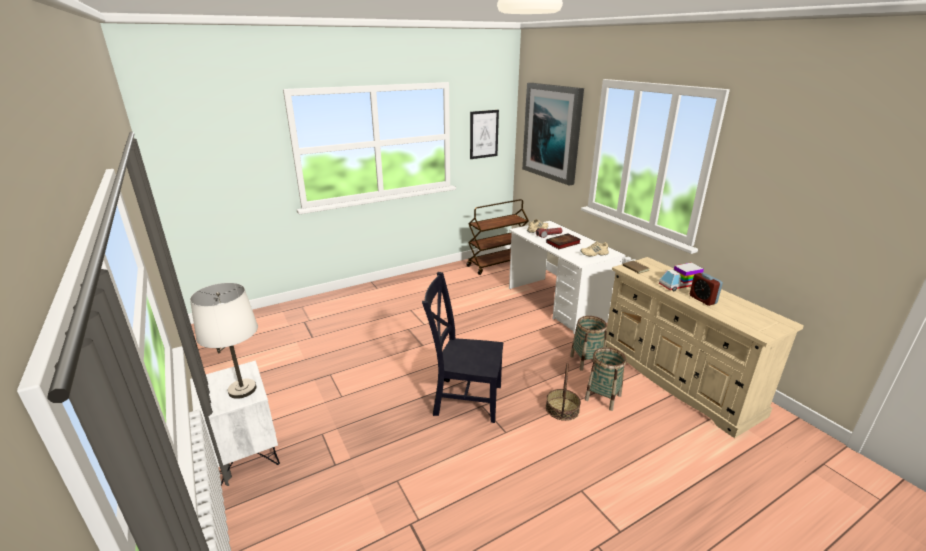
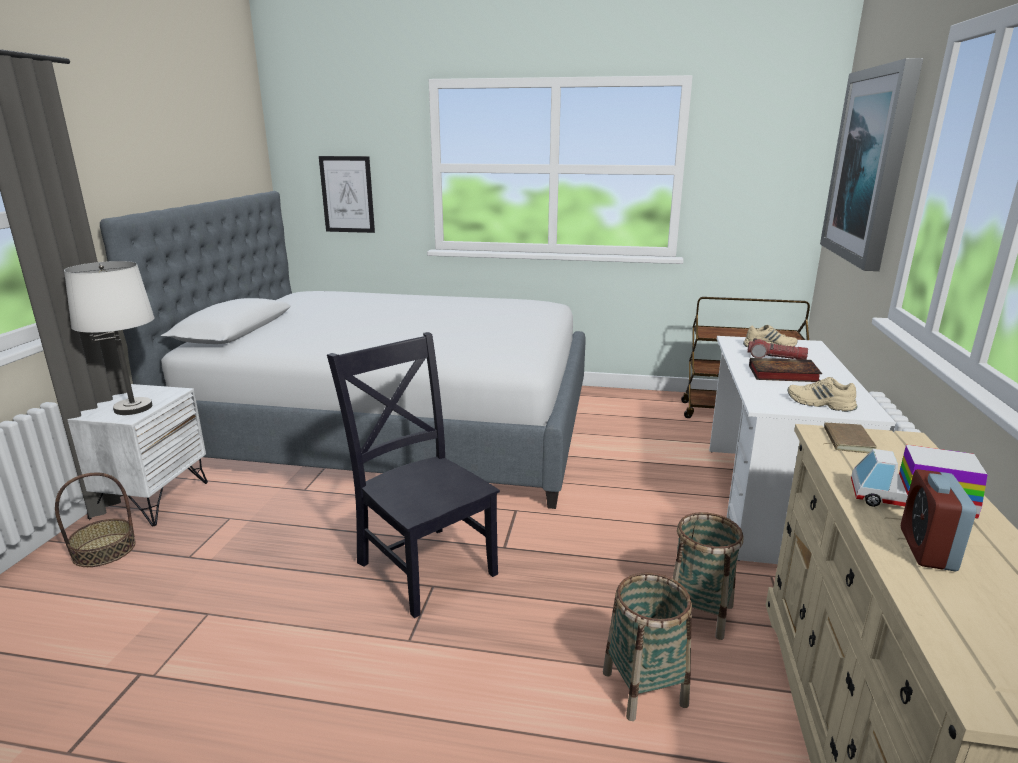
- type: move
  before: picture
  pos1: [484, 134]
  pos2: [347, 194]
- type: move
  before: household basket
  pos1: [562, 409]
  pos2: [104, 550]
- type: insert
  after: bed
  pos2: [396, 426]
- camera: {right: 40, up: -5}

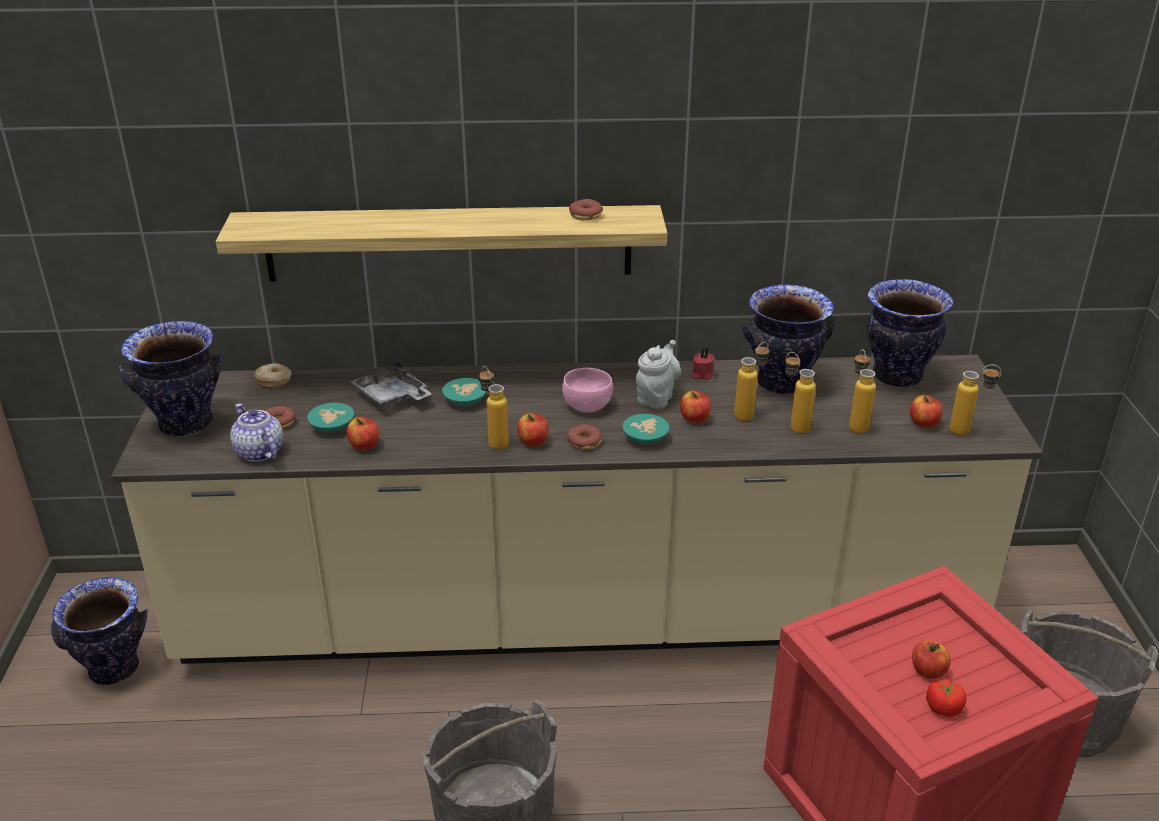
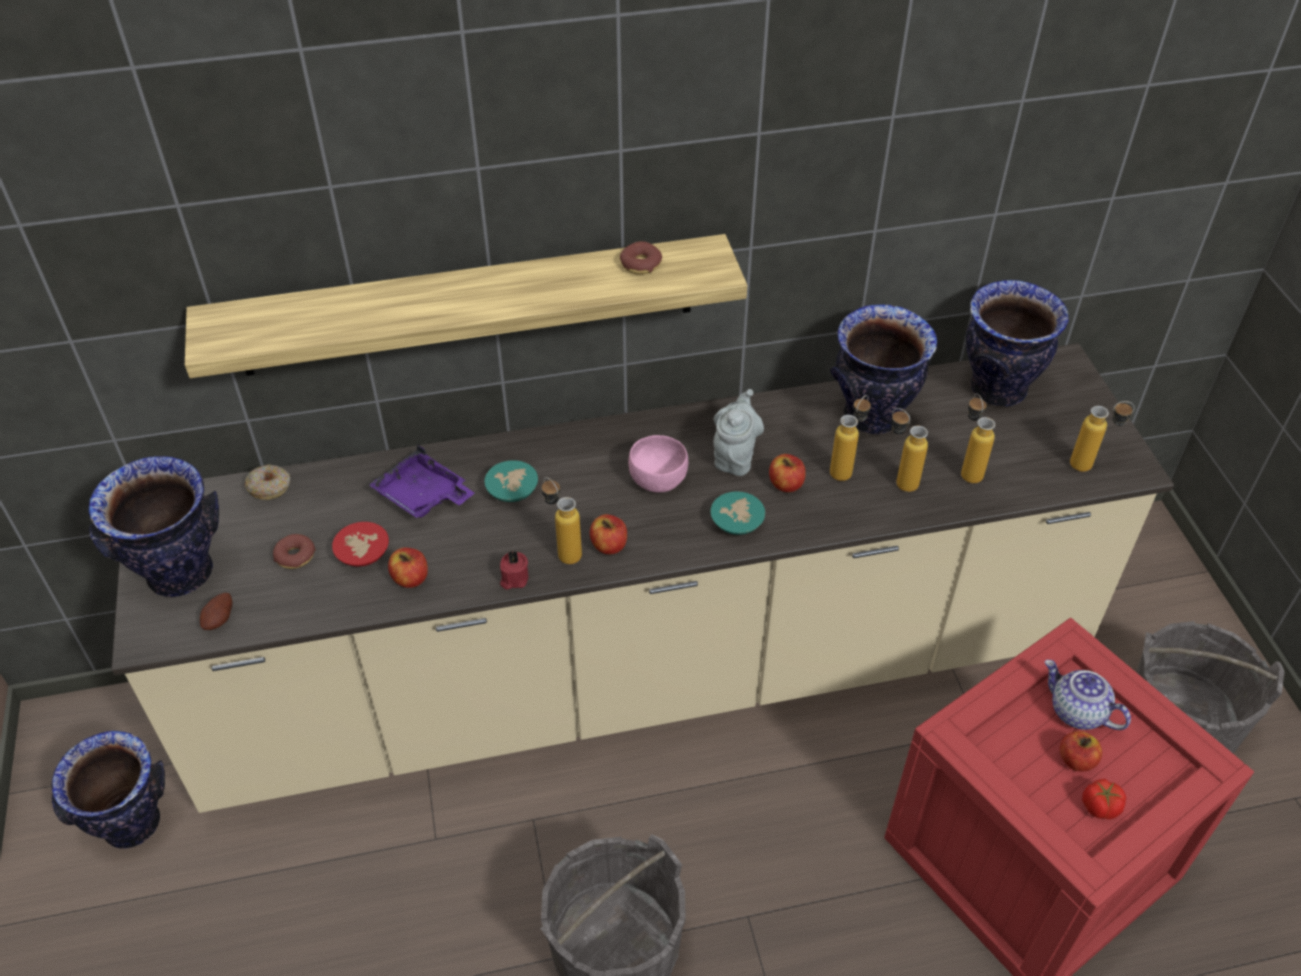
- type: move
  before: reddish candle
  pos1: [701, 375]
  pos2: [514, 578]
- type: recolor
  before: greyish tray
  after: purple-coloured tray
  pos1: [392, 397]
  pos2: [423, 496]
- type: delete
  before: apple
  pos1: [923, 423]
- type: move
  before: teapot
  pos1: [258, 452]
  pos2: [1076, 712]
- type: recolor
  before: blue-green serving bowl
  after: reddish serving bowl
  pos1: [332, 427]
  pos2: [363, 555]
- type: delete
  before: donut
  pos1: [584, 442]
- type: insert
  after: whole potato
  pos2: [220, 619]
- camera: {right: -10, up: 15}

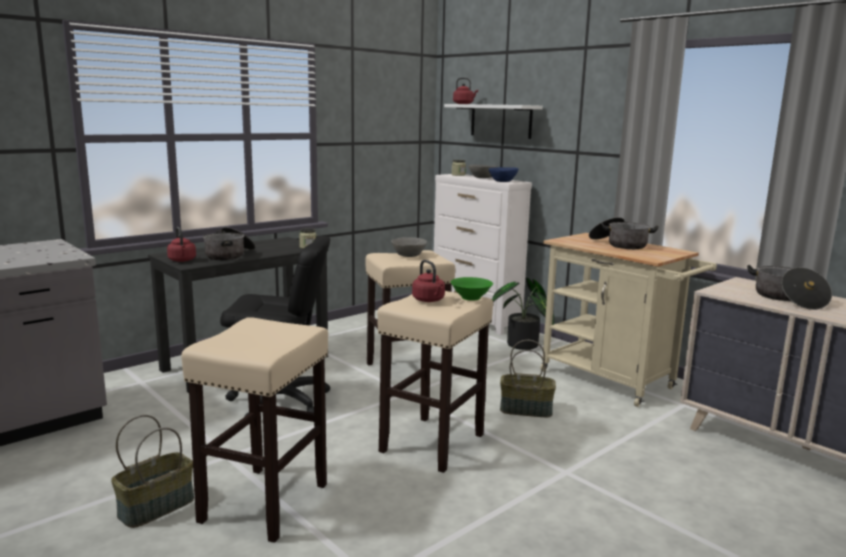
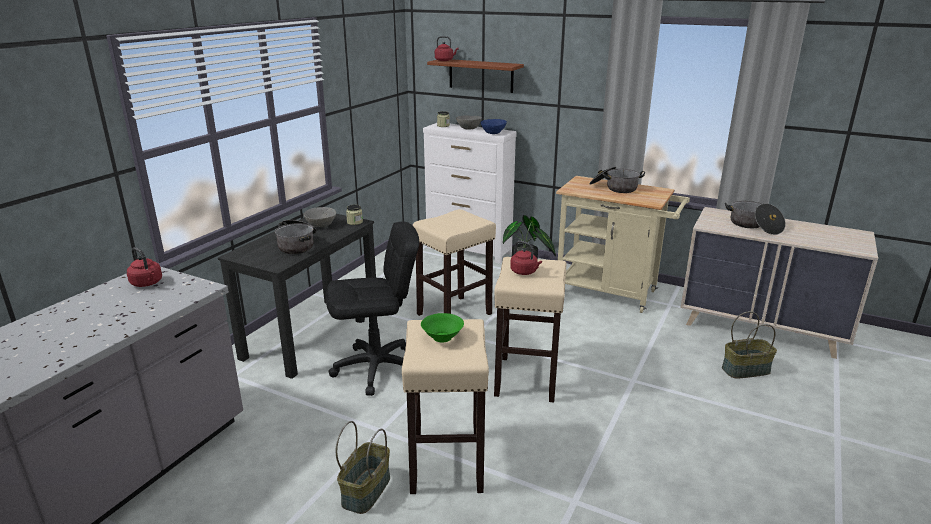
- type: recolor
  before: whitish bracket shelf
  after: brown bracket shelf
  pos1: [501, 121]
  pos2: [481, 75]
- type: move
  before: reddish kettle
  pos1: [182, 260]
  pos2: [147, 283]
- type: move
  before: greyish serving bowl
  pos1: [408, 255]
  pos2: [320, 225]
- type: move
  before: green serving bowl
  pos1: [471, 298]
  pos2: [443, 337]
- type: move
  before: household basket
  pos1: [526, 409]
  pos2: [745, 370]
- camera: {right: -20, up: 10}

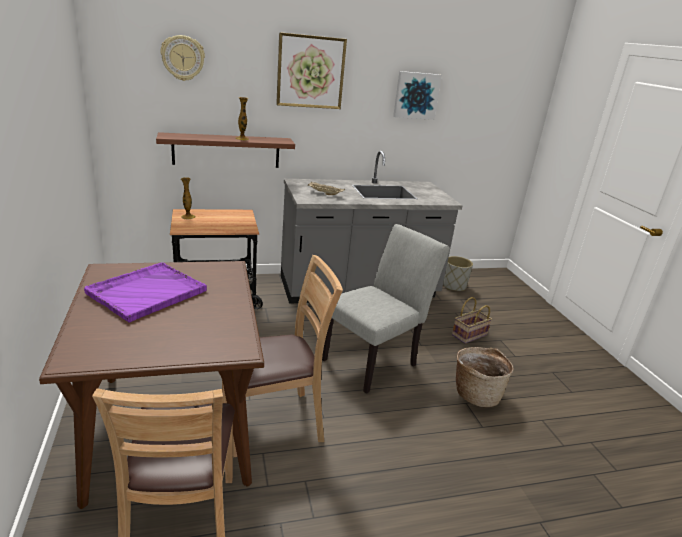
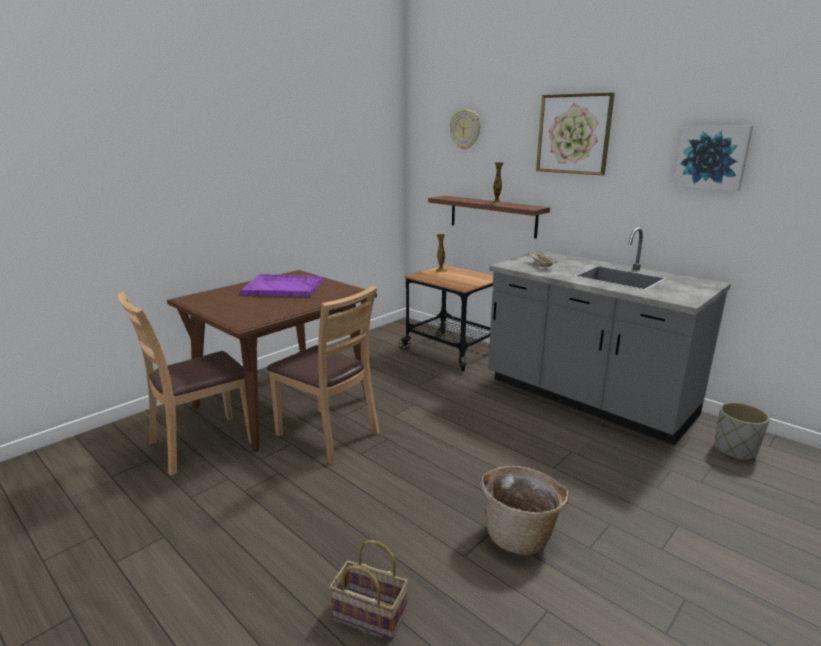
- type: delete
  before: greyish upright chair
  pos1: [375, 360]
- type: move
  before: household basket
  pos1: [469, 335]
  pos2: [367, 614]
- camera: {right: 60, up: -5}

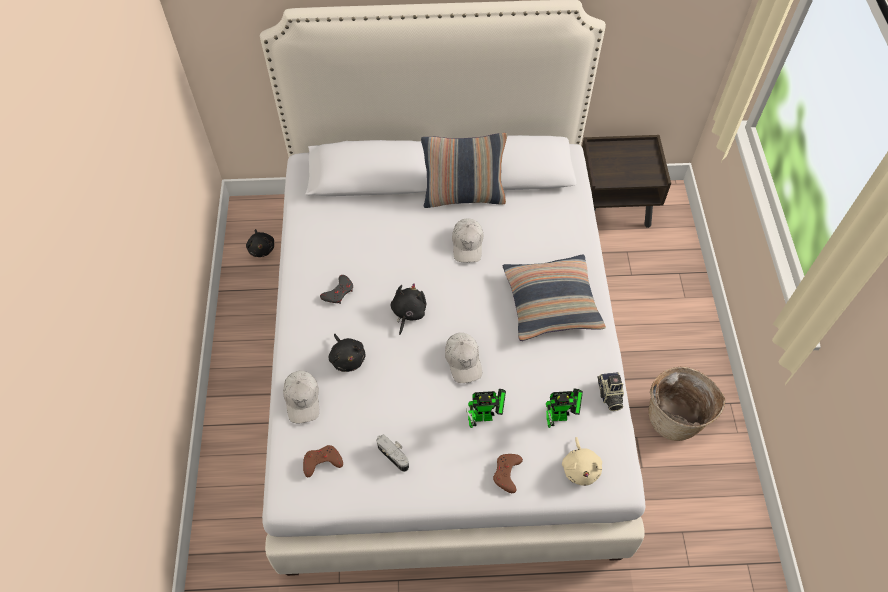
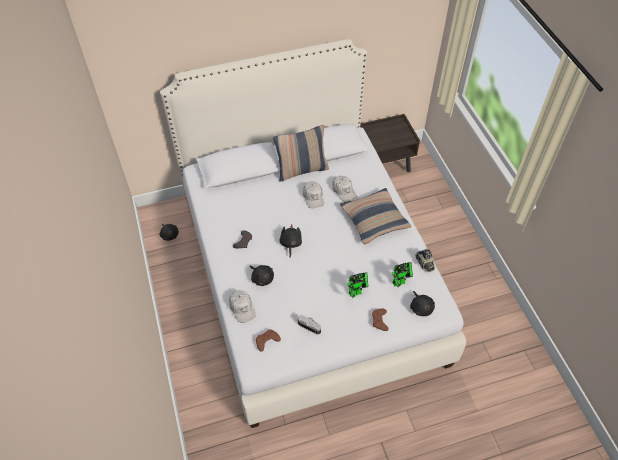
- type: move
  before: whitish cap
  pos1: [463, 360]
  pos2: [344, 191]
- type: delete
  before: household basket
  pos1: [676, 416]
- type: recolor
  before: sand-coloured soft toy
  after: black soft toy
  pos1: [580, 468]
  pos2: [421, 307]
- camera: {right: -15, up: -5}

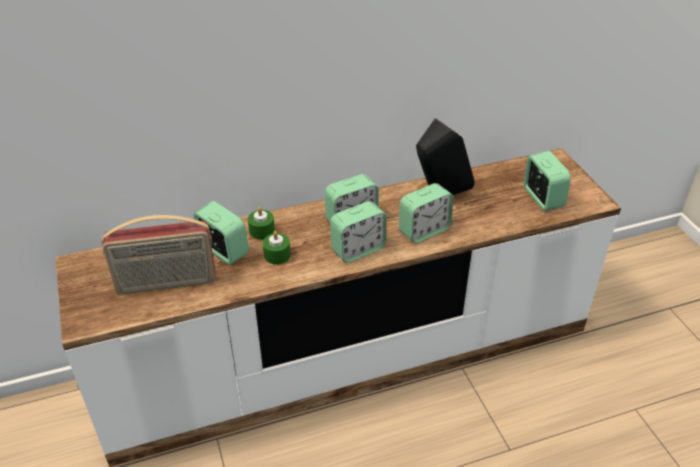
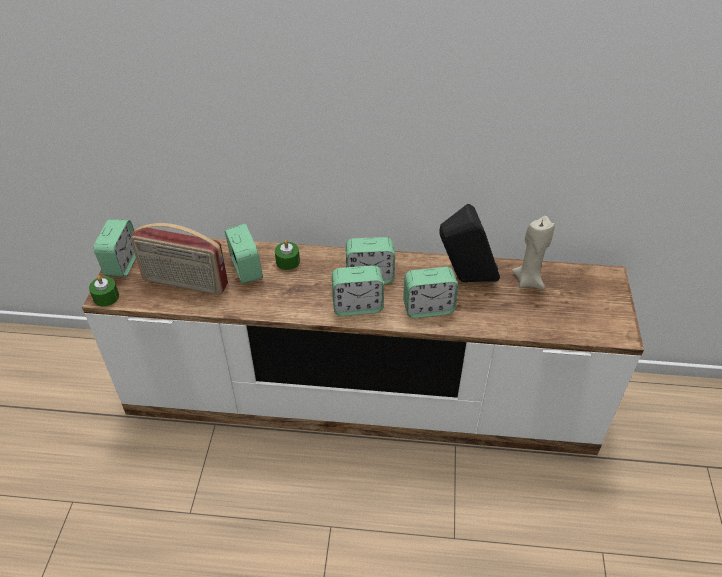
- type: move
  before: alarm clock
  pos1: [542, 198]
  pos2: [122, 263]
- type: move
  before: green candle
  pos1: [277, 255]
  pos2: [106, 297]
- type: insert
  after: sand-coloured candle
  pos2: [528, 280]
- camera: {right: 25, up: 5}

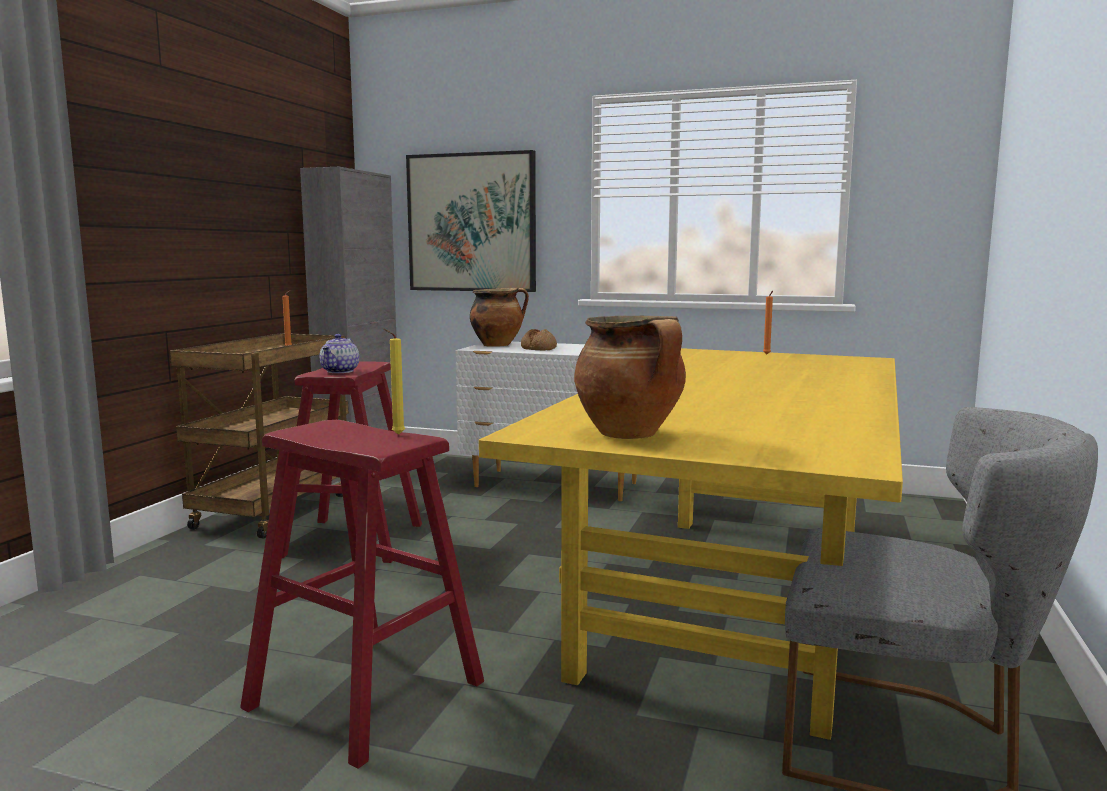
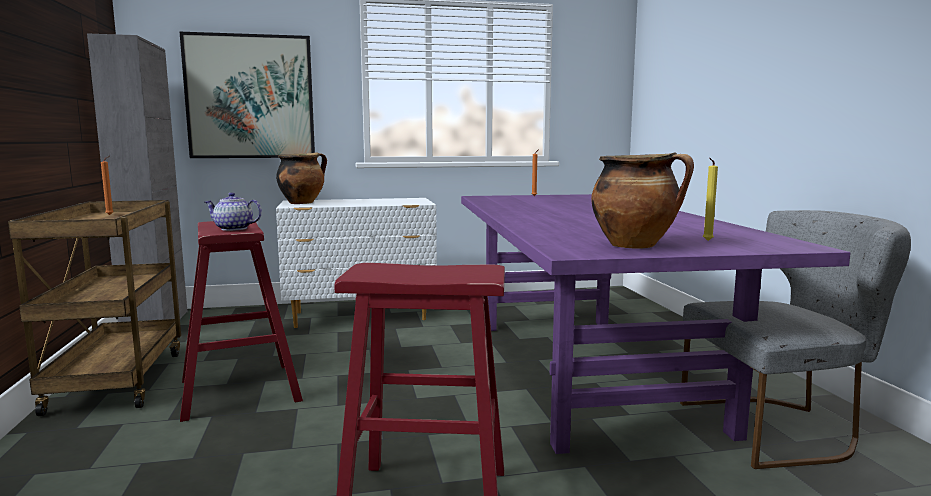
- type: move
  before: yellowish candle
  pos1: [396, 434]
  pos2: [706, 241]
- type: delete
  before: baked bread
  pos1: [539, 348]
- type: rotate
  before: teapot
  pos1: [340, 371]
  pos2: [233, 229]
  turn: 120
- type: recolor
  before: yellowish kitchen table
  after: purple-coloured kitchen table
  pos1: [734, 601]
  pos2: [587, 371]
- camera: {right: -30, up: 0}

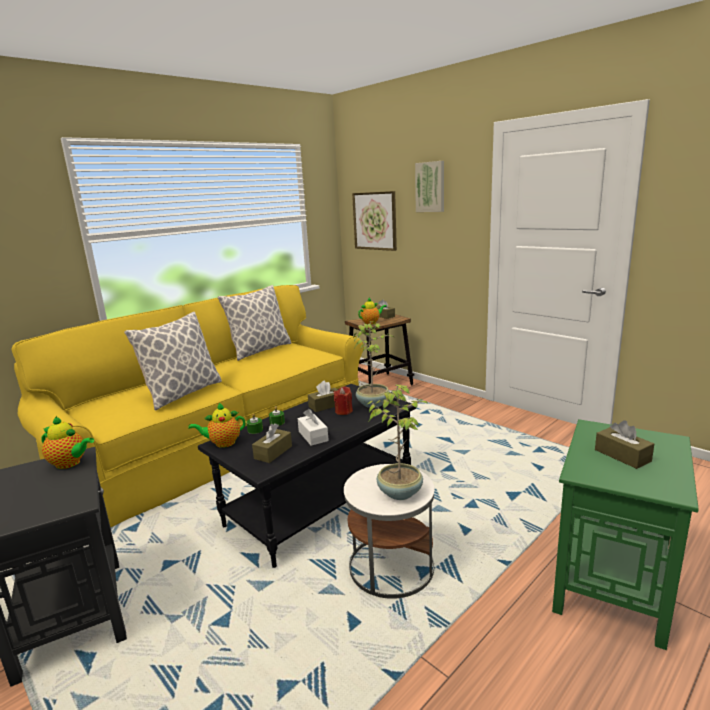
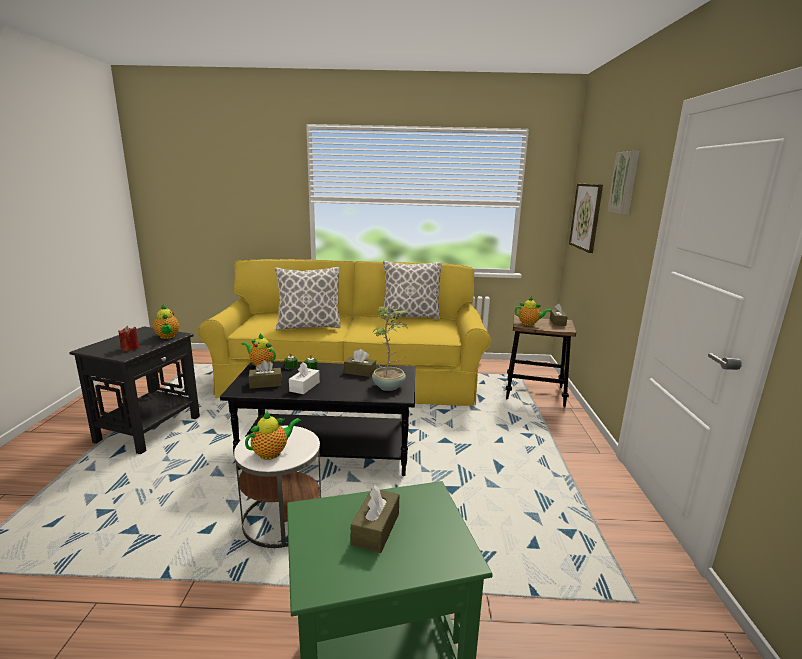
- type: replace
  before: plant in a pot
  after: teapot
  pos1: [400, 492]
  pos2: [272, 453]
- type: move
  before: reddish candle
  pos1: [343, 411]
  pos2: [130, 348]
- camera: {right: 45, up: 0}

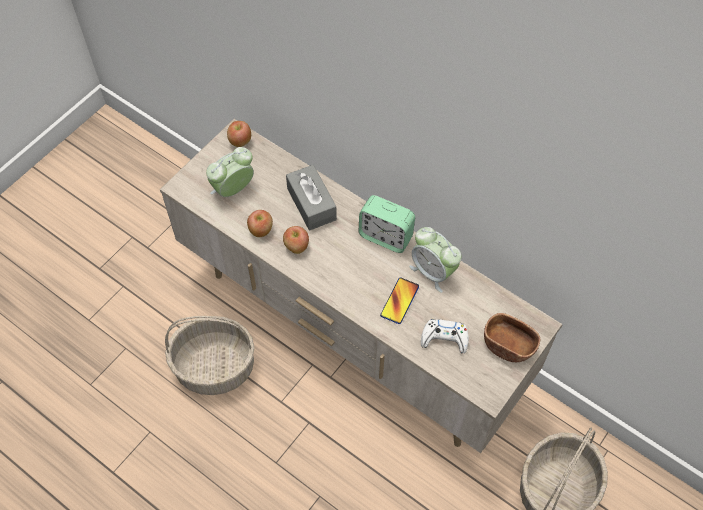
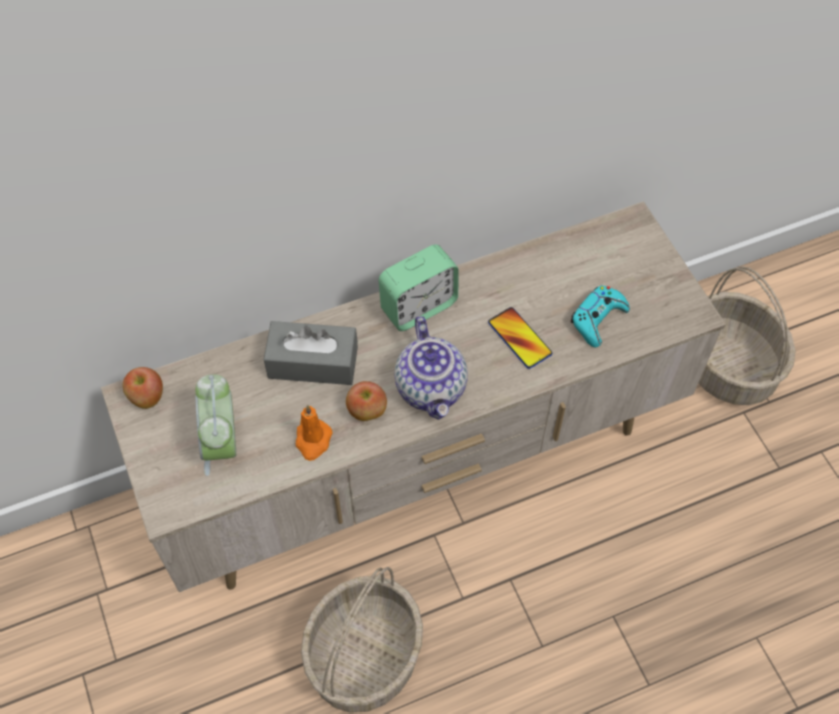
- type: replace
  before: apple
  after: orangey candle
  pos1: [261, 230]
  pos2: [313, 441]
- type: delete
  before: alarm clock
  pos1: [433, 272]
- type: delete
  before: brown serving bowl
  pos1: [508, 345]
- type: recolor
  before: whitish game controller
  after: blue-green game controller
  pos1: [444, 338]
  pos2: [598, 319]
- type: insert
  after: teapot
  pos2: [432, 388]
- camera: {right: -60, up: 0}

